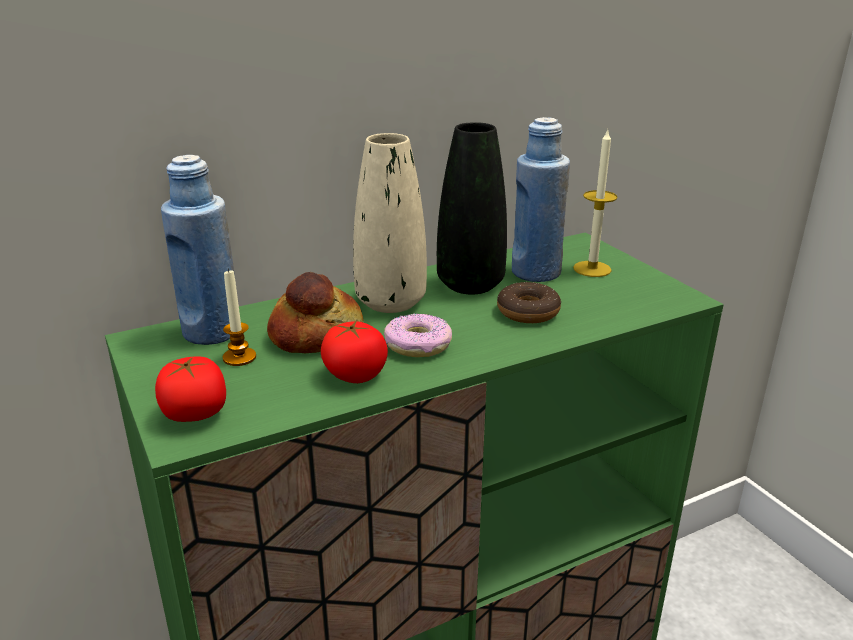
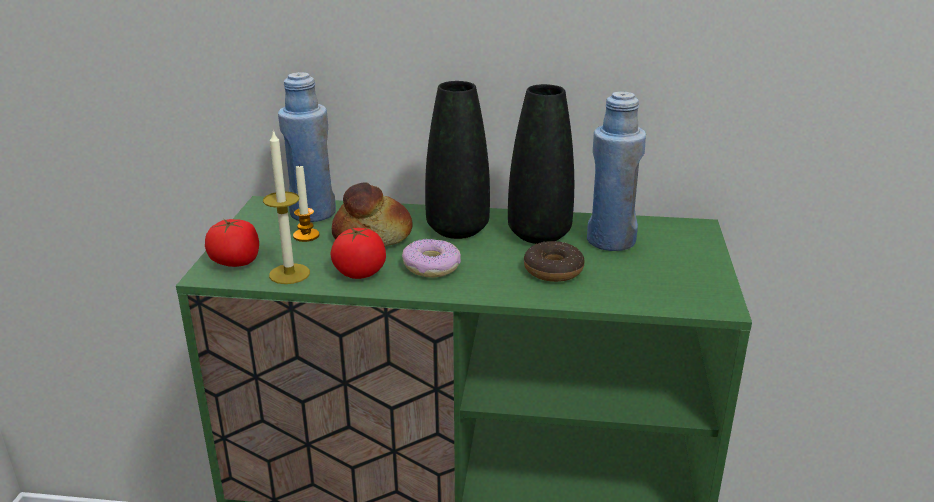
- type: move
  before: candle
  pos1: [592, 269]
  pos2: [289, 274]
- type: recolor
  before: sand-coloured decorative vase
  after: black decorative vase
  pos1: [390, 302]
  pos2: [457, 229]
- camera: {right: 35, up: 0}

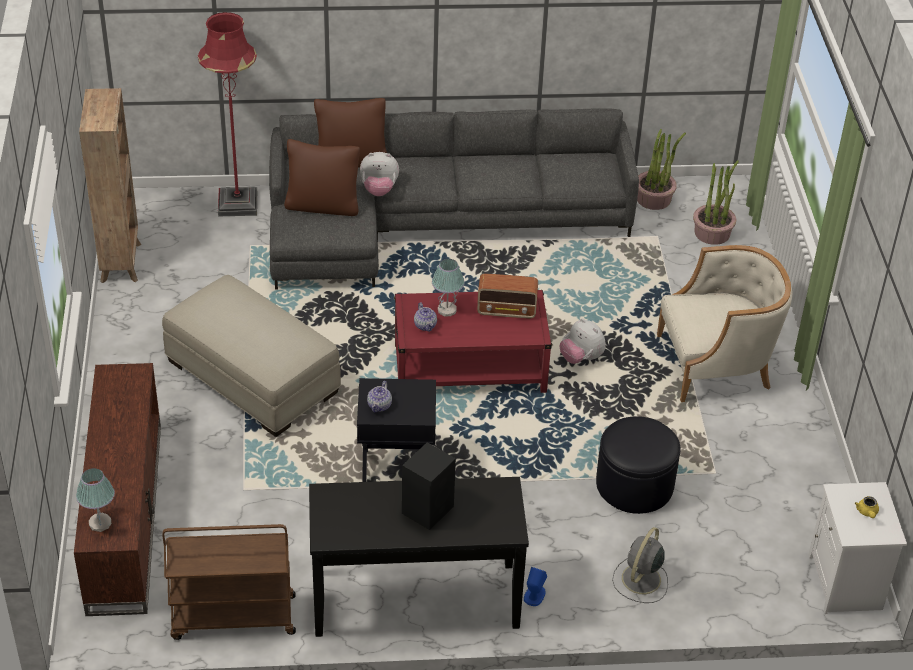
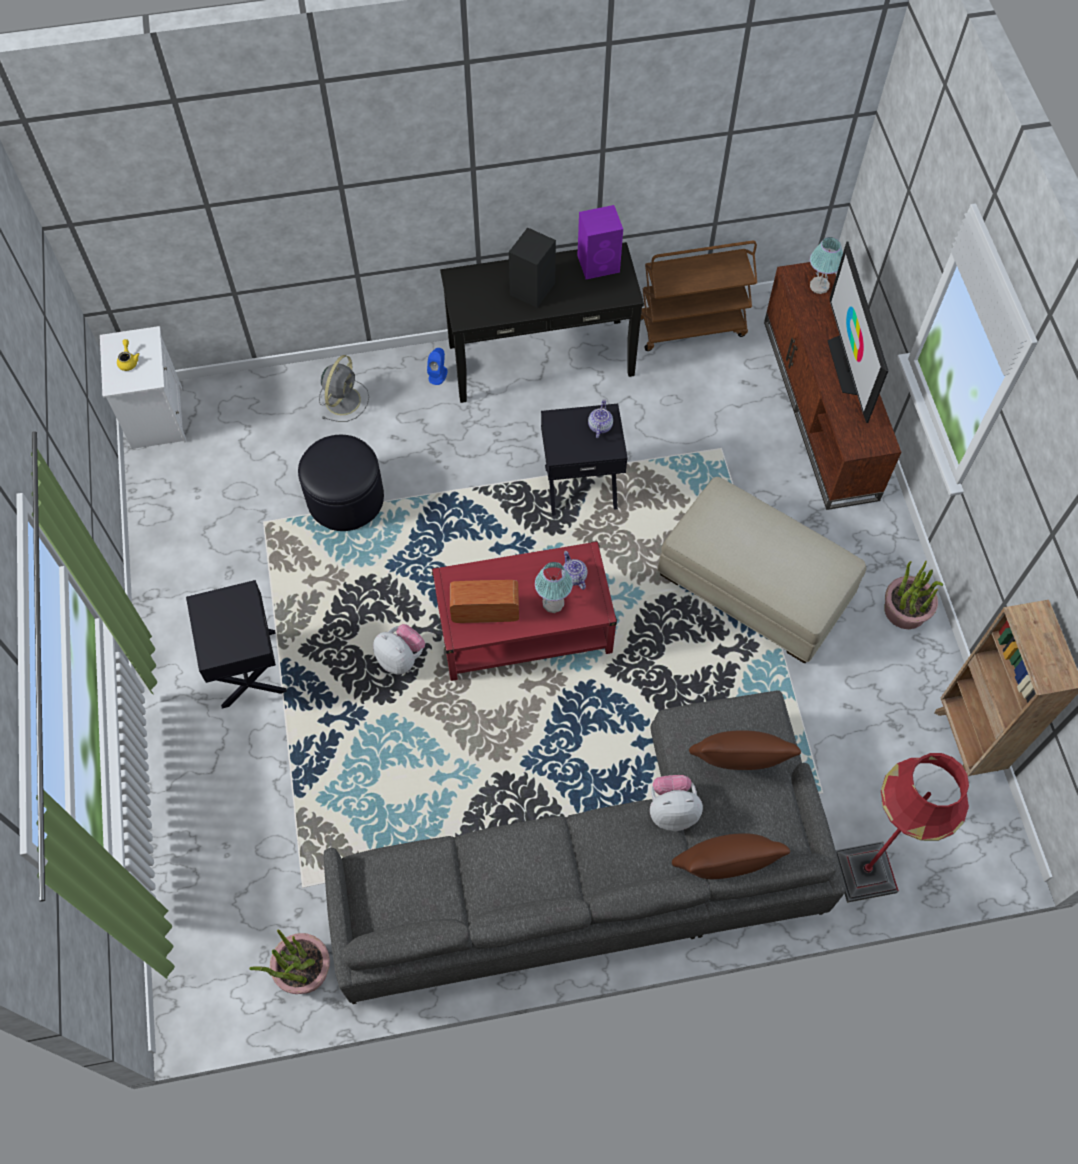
- type: move
  before: plant in a pot
  pos1: [712, 233]
  pos2: [905, 610]
- type: replace
  before: sand-coloured easy chair
  after: black end table
  pos1: [716, 364]
  pos2: [247, 669]
- type: insert
  after: purple-coloured loudspeaker
  pos2: [599, 263]
- type: insert
  after: TV set
  pos2: [848, 365]
- camera: {right: 175, up: 20}

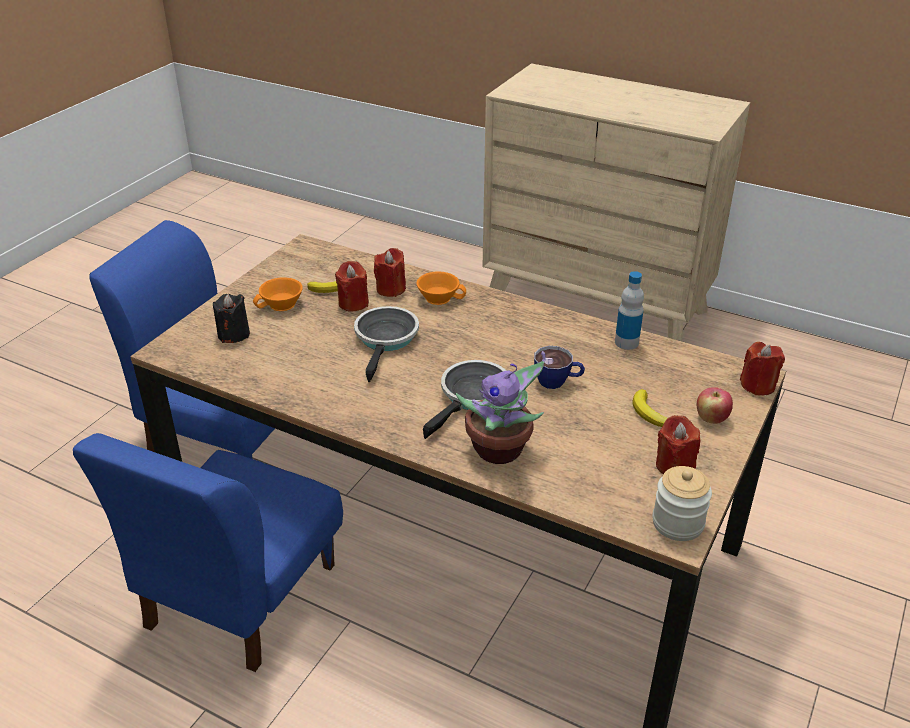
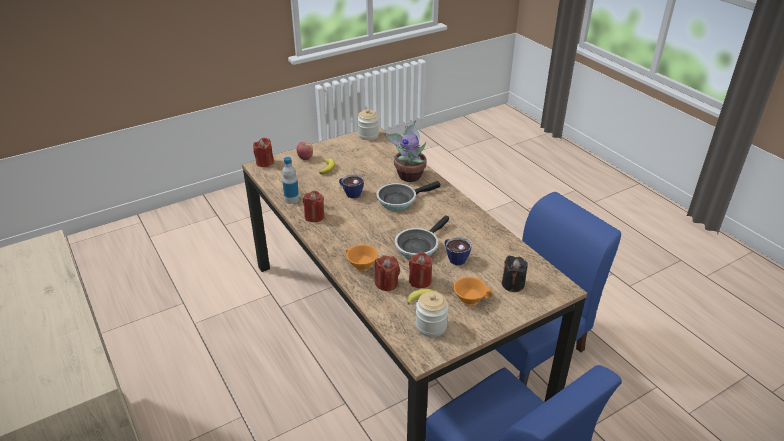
- type: move
  before: reddish candle
  pos1: [674, 465]
  pos2: [314, 216]
- type: insert
  after: small cup
  pos2: [454, 258]
- type: insert
  after: jar
  pos2: [431, 326]
- camera: {right: -150, up: 0}

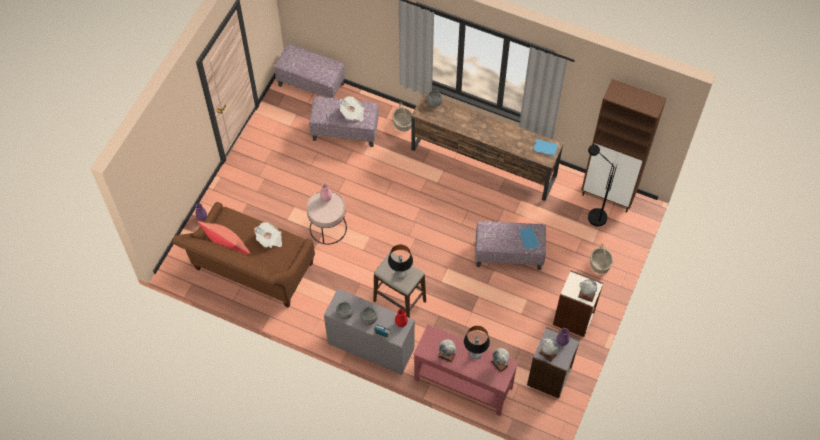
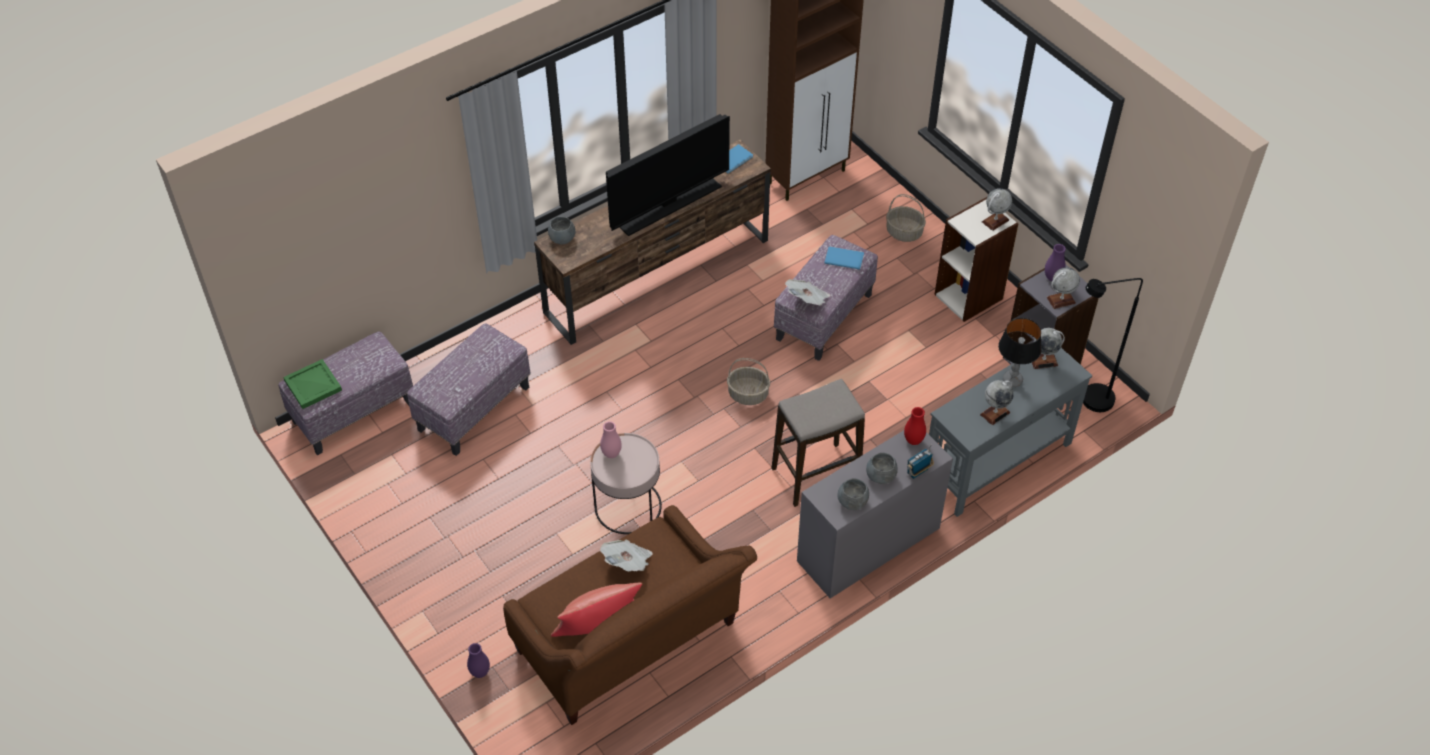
- type: move
  before: printed paper
  pos1: [352, 113]
  pos2: [807, 300]
- type: move
  before: household basket
  pos1: [403, 123]
  pos2: [748, 394]
- type: move
  before: black standard lamp
  pos1: [592, 214]
  pos2: [1088, 402]
- type: delete
  before: tabletop lamp
  pos1: [400, 274]
- type: recolor
  before: reddish hall table
  after: greyish hall table
  pos1: [462, 383]
  pos2: [995, 462]
- type: insert
  after: TV set
  pos2: [669, 205]
- type: insert
  after: green tray
  pos2: [314, 385]
- camera: {right: -60, up: -10}

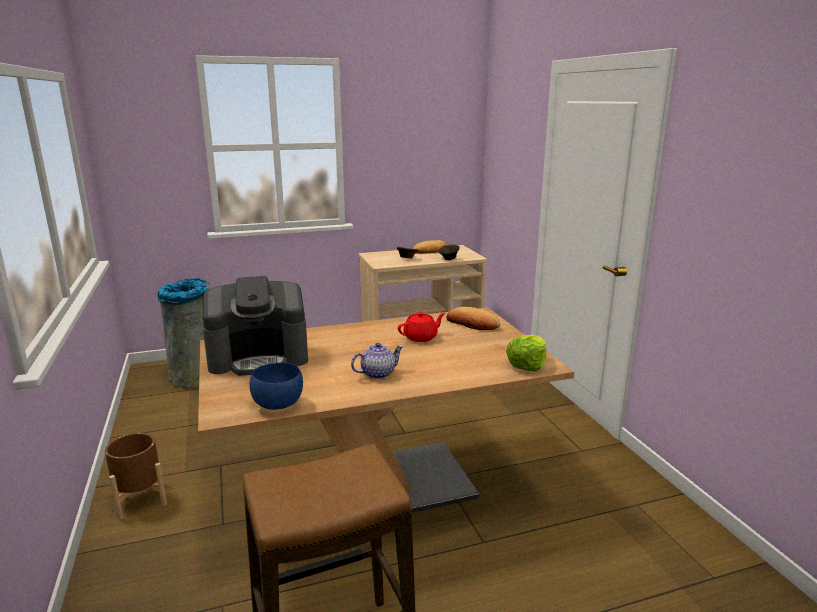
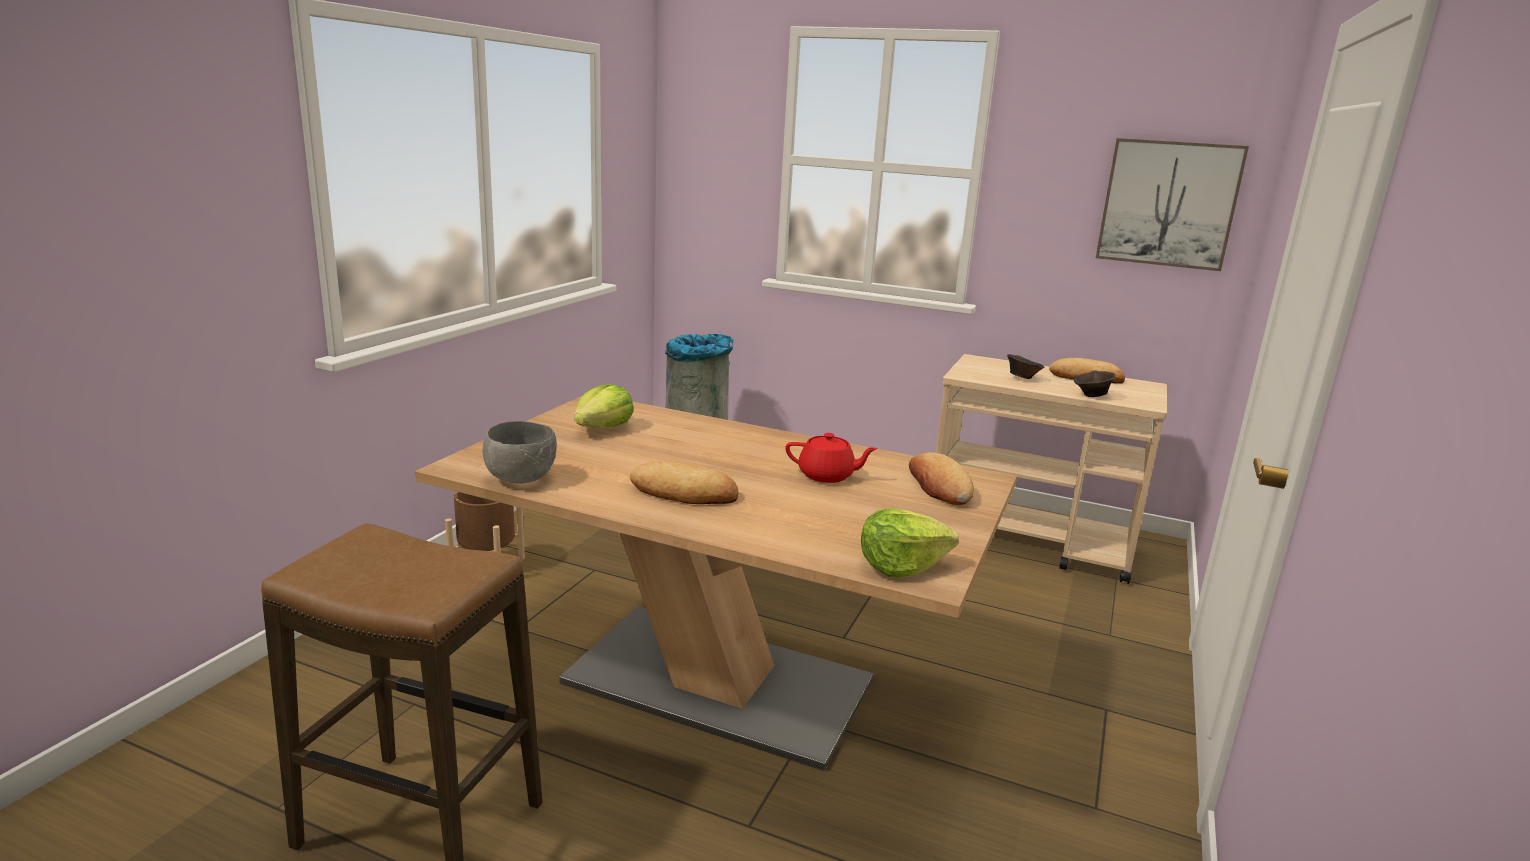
- type: replace
  before: coffee brewer
  after: head of lettuce
  pos1: [259, 357]
  pos2: [603, 428]
- type: replace
  before: teapot
  after: baked bread
  pos1: [378, 373]
  pos2: [684, 493]
- type: recolor
  before: blue serving bowl
  after: greyish serving bowl
  pos1: [278, 404]
  pos2: [522, 479]
- type: insert
  after: picture
  pos2: [1168, 204]
- camera: {right: 40, up: 0}

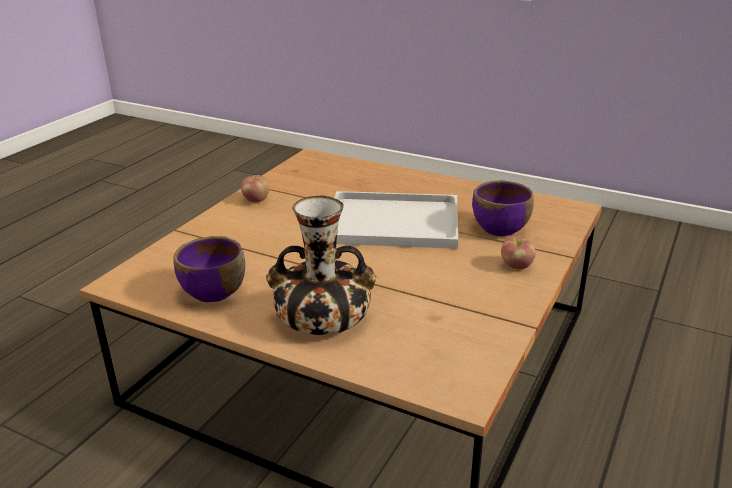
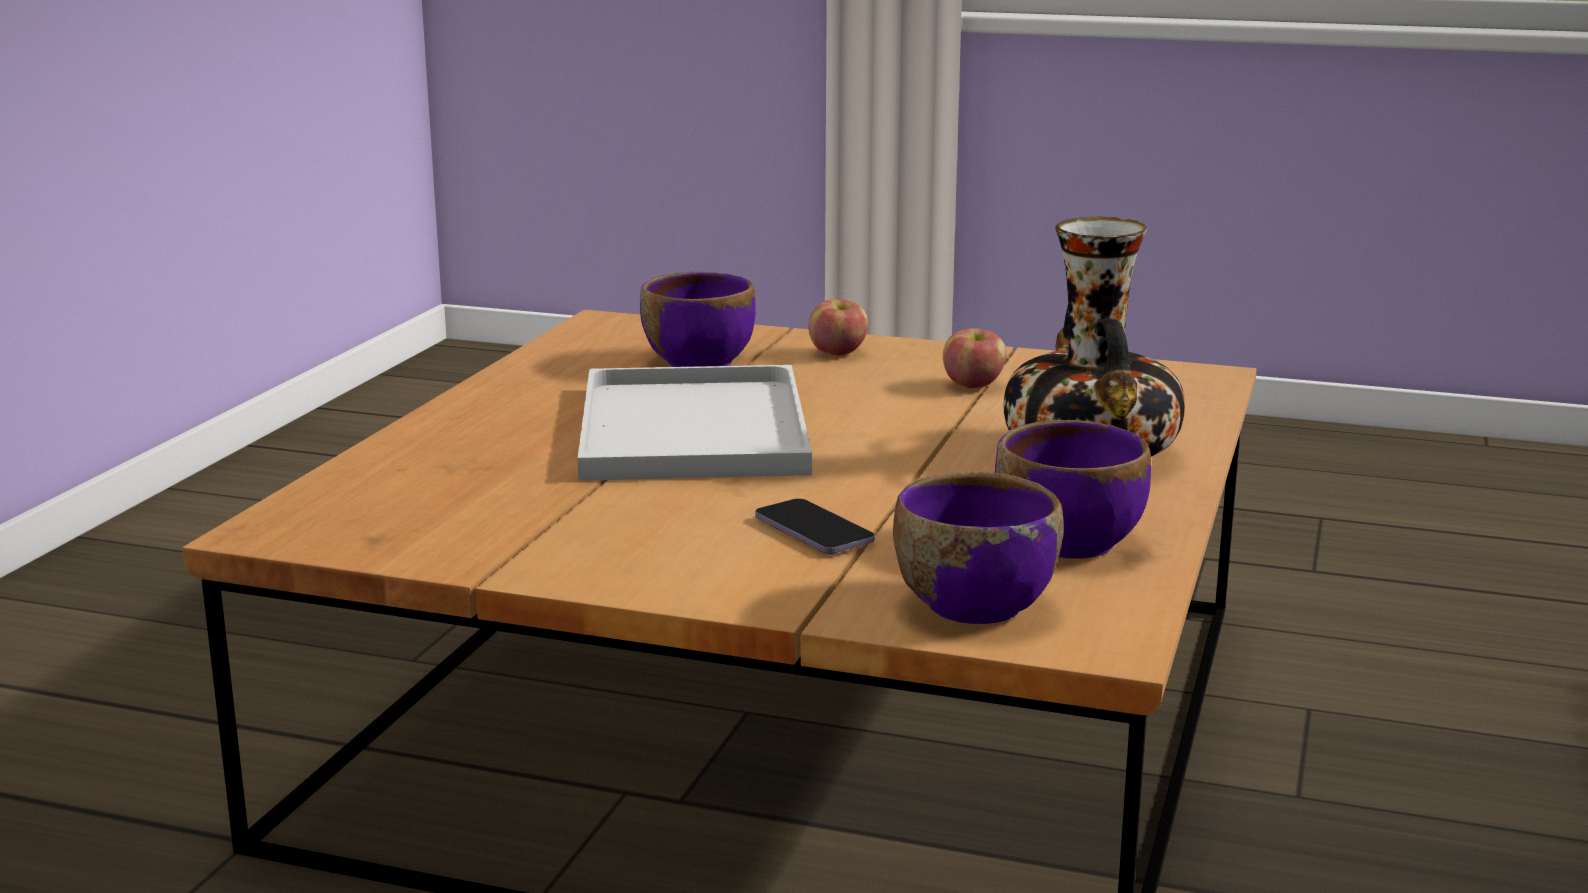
- type: move
  before: apple
  pos1: [256, 200]
  pos2: [973, 385]
- type: insert
  after: purple-coloured serving bowl
  pos2: [973, 604]
- type: insert
  after: telephone
  pos2: [814, 531]
- camera: {right: -100, up: -10}

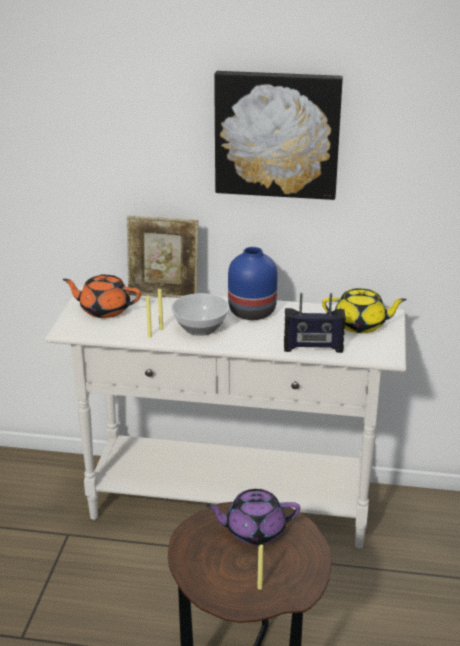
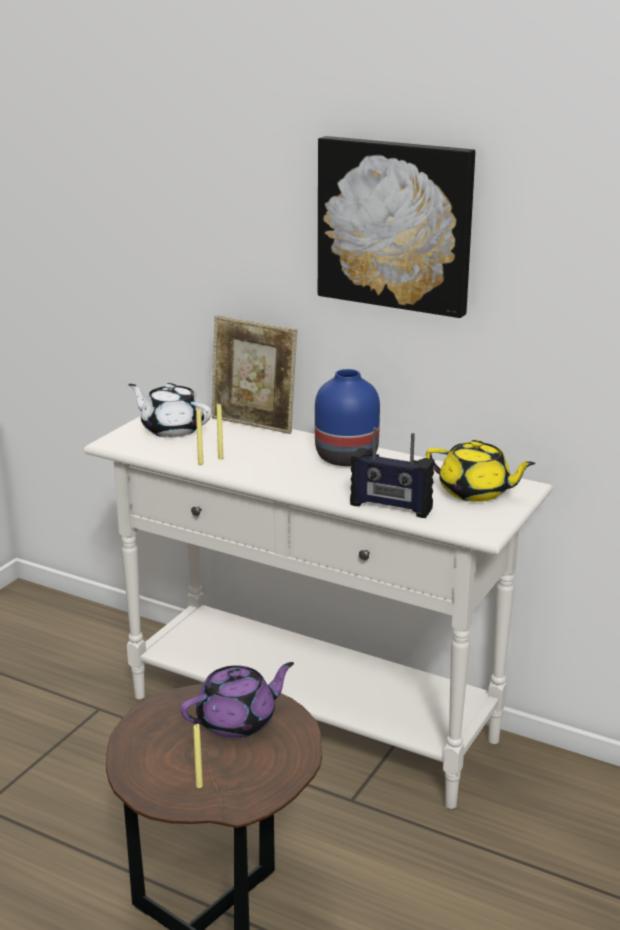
- type: recolor
  before: orangey teapot
  after: whitish teapot
  pos1: [104, 310]
  pos2: [171, 429]
- type: delete
  before: serving bowl
  pos1: [199, 328]
- type: rotate
  before: purple-coloured teapot
  pos1: [254, 530]
  pos2: [238, 721]
  turn: 135
- camera: {right: 20, up: -5}

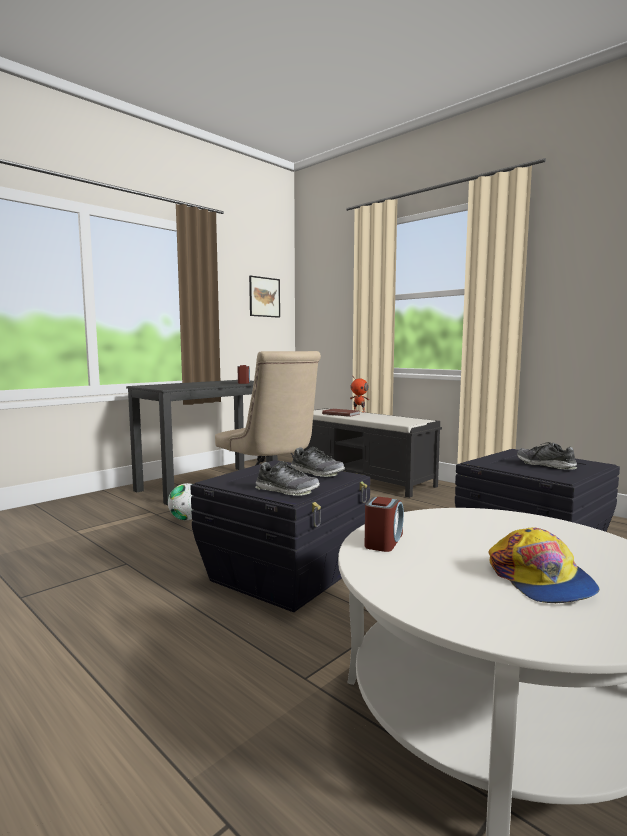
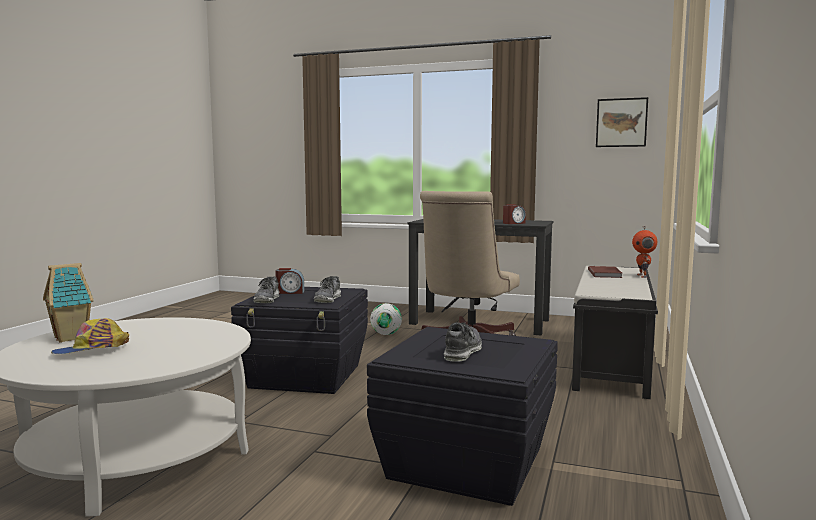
- type: move
  before: alarm clock
  pos1: [383, 541]
  pos2: [290, 292]
- type: insert
  after: toy house
  pos2: [72, 338]
- camera: {right: 65, up: 0}

